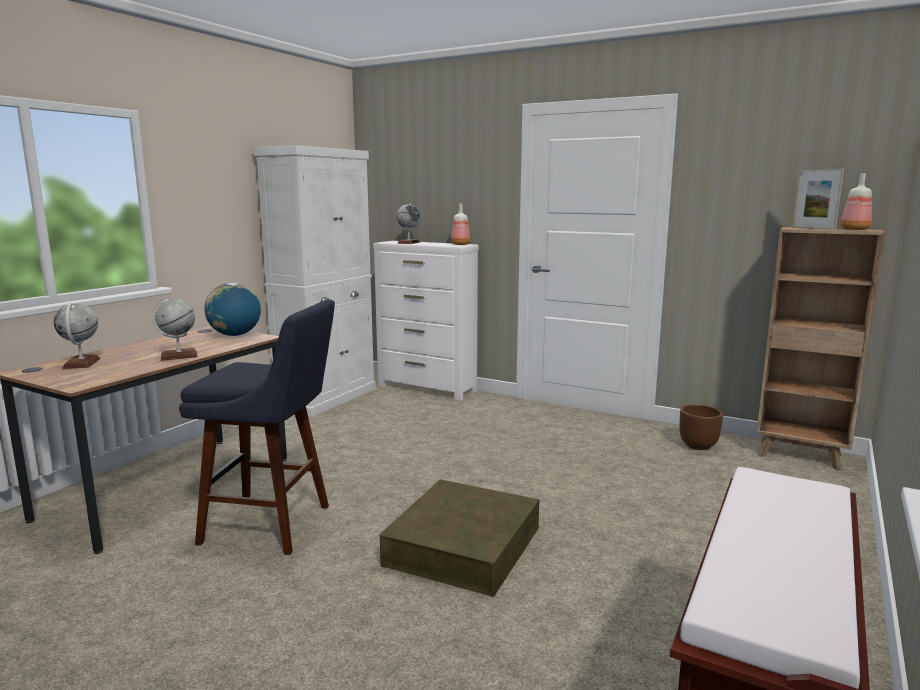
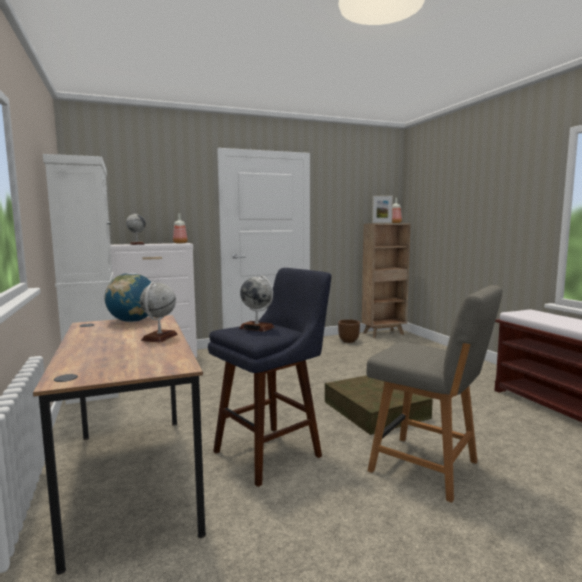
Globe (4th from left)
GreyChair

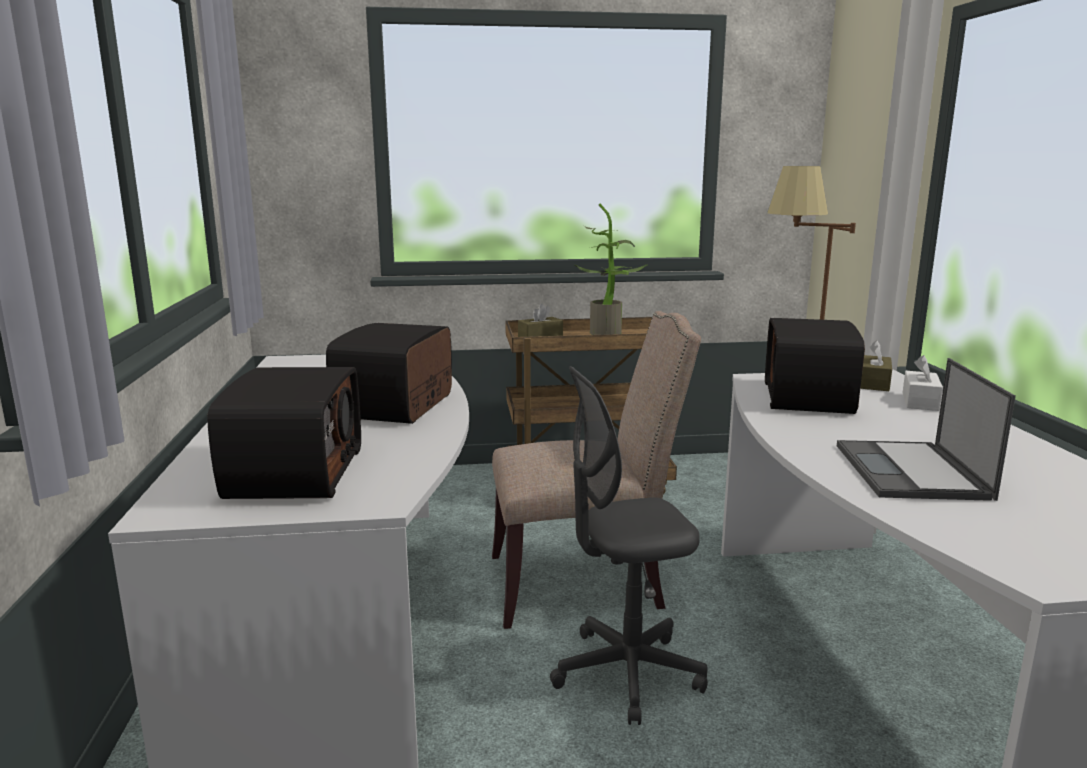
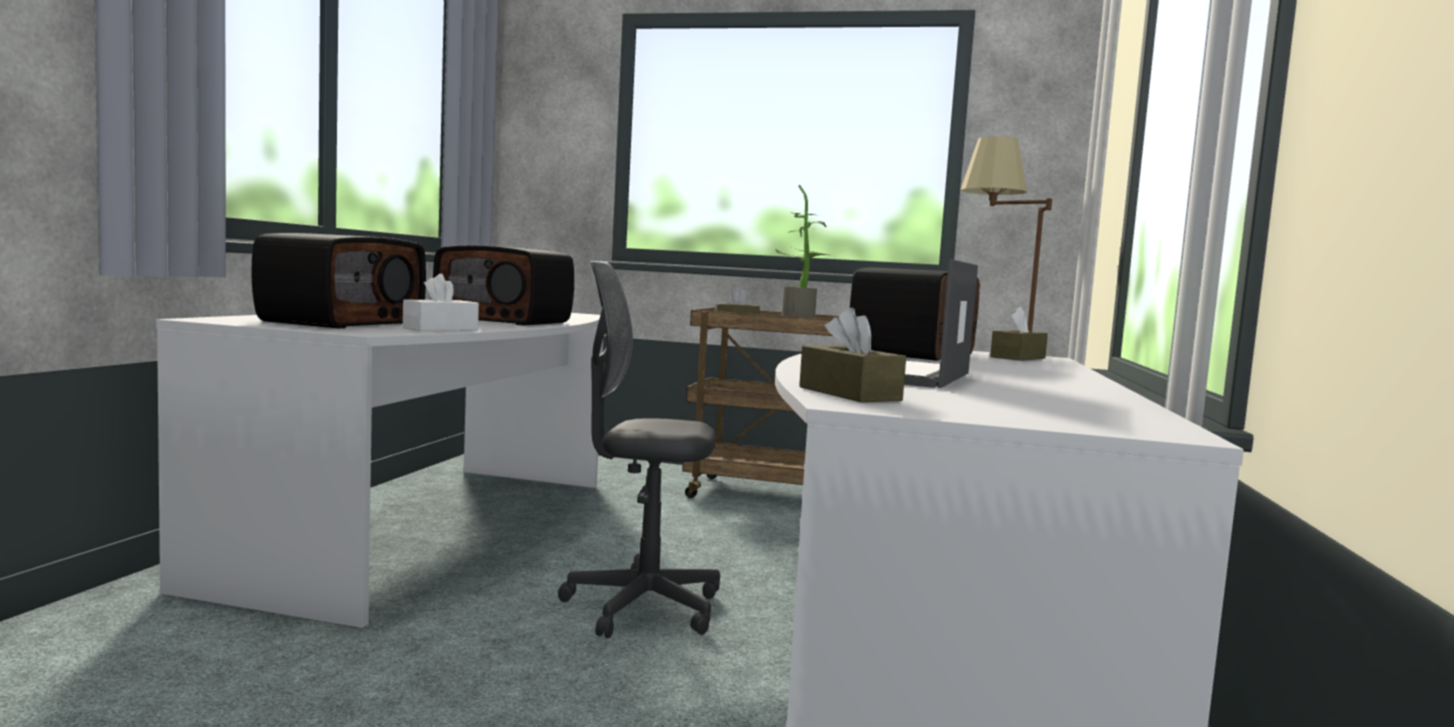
Radio (2nd from left)
BeigeChair
WhiteTissueBox
BrownTissueBox (2nd from left)

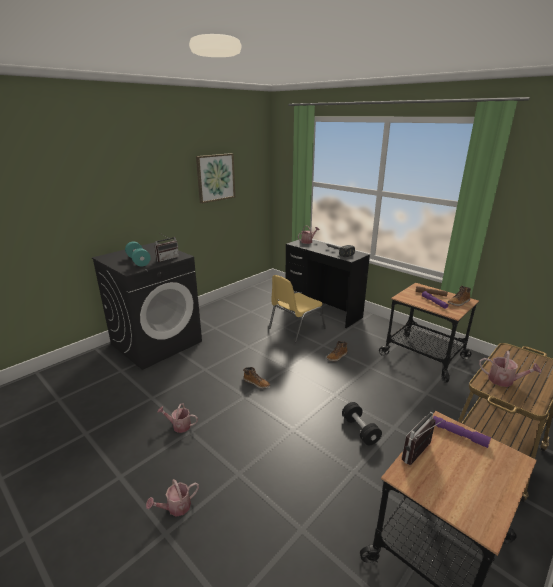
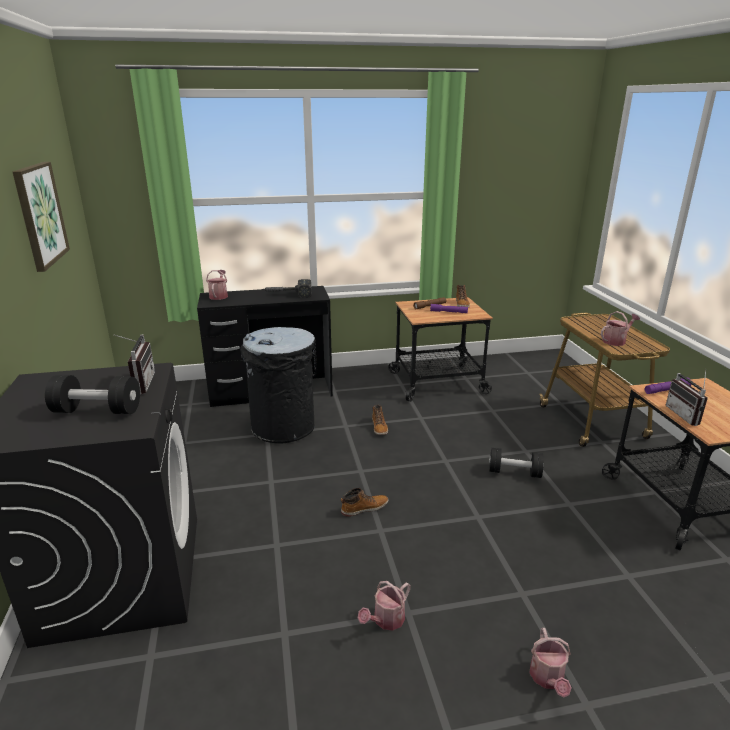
BlackDumbbell (1st from left)
BlackTrashCan

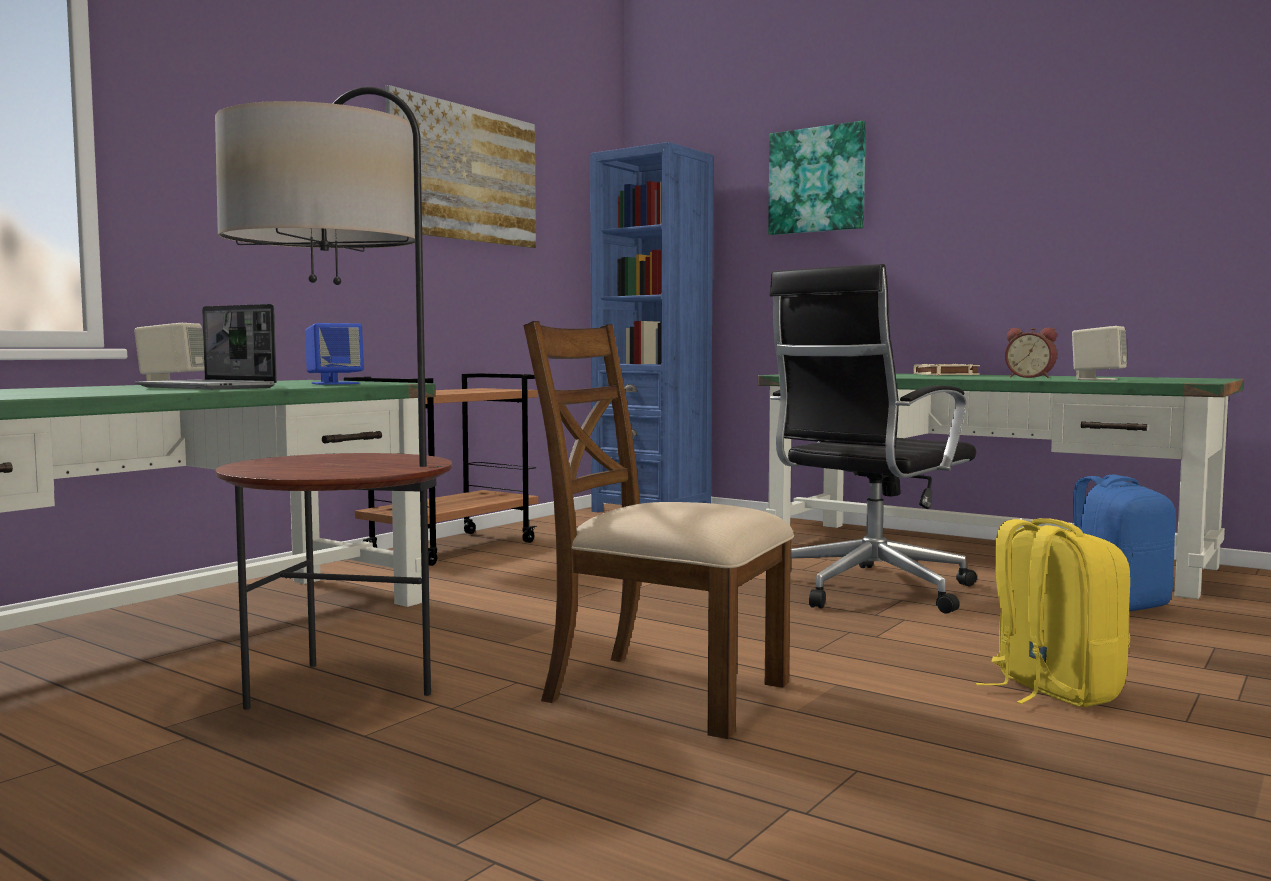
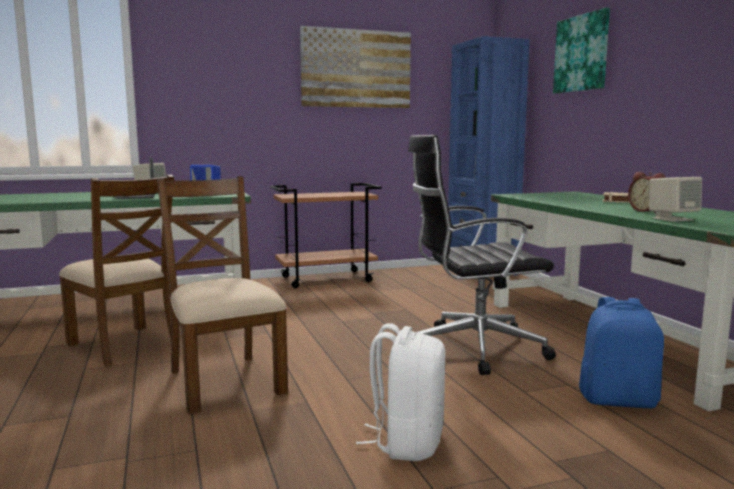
BrownChair (1st from left)
WhiteBackpack

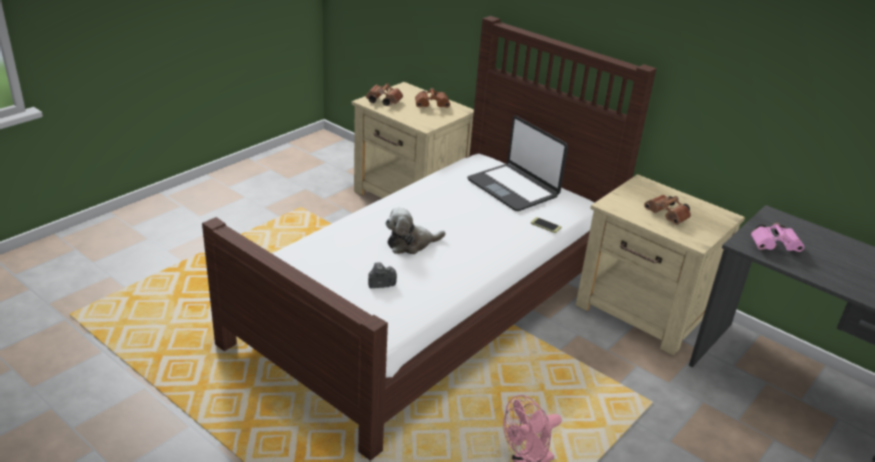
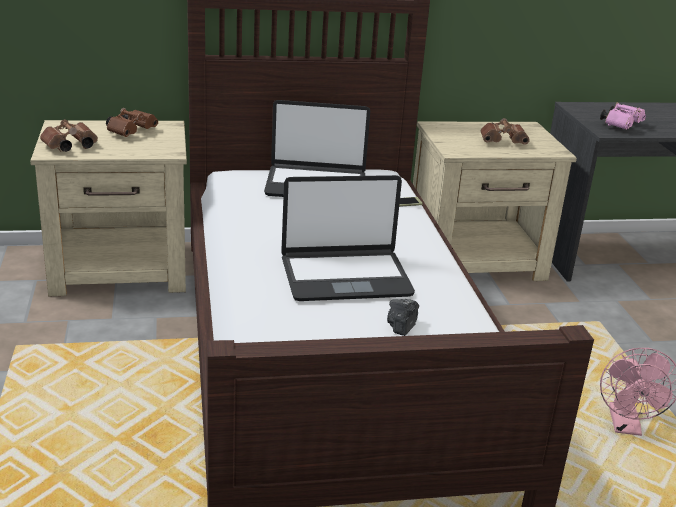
Laptop (2nd from left)

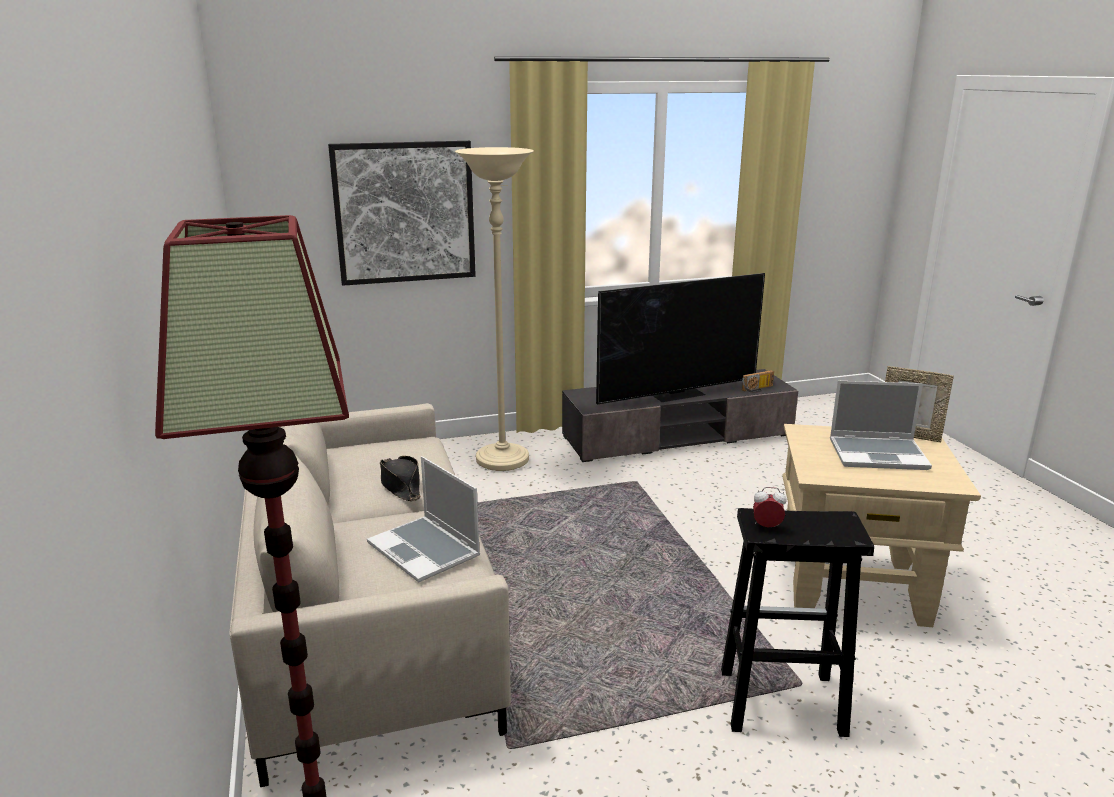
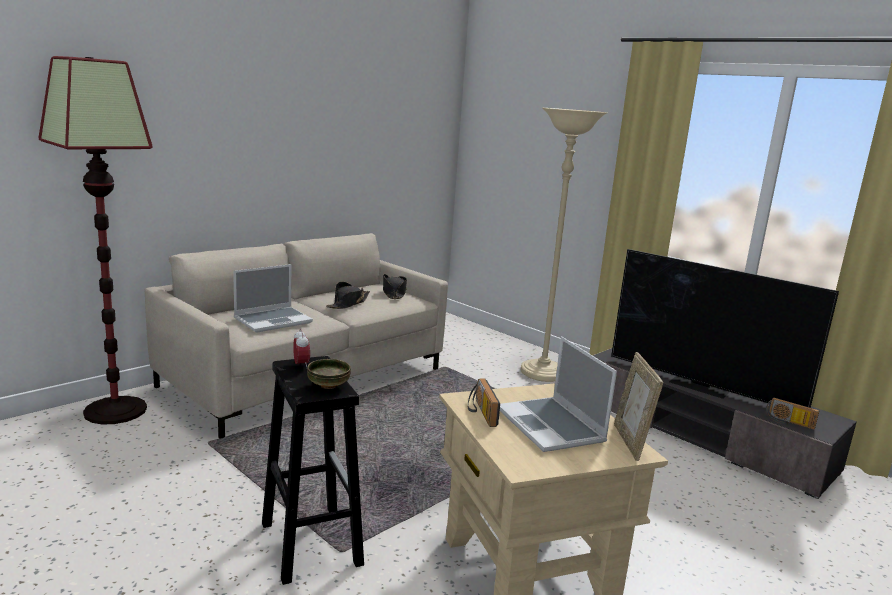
Picture
Laptop (1st from left)
Bowl
BlackHat (2nd from left)
Radio (1st from left)

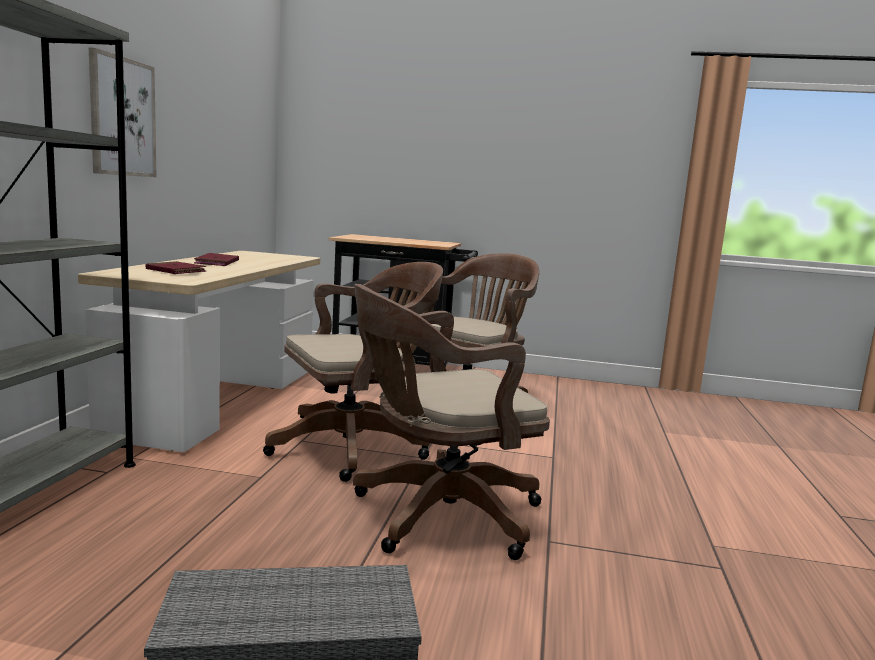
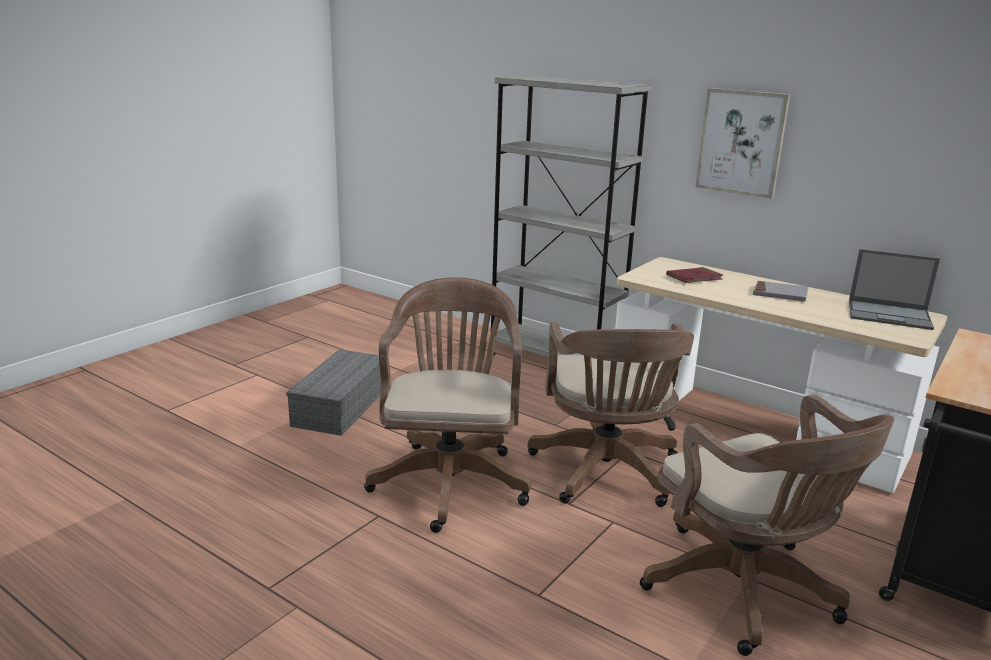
GreyBook
Laptop

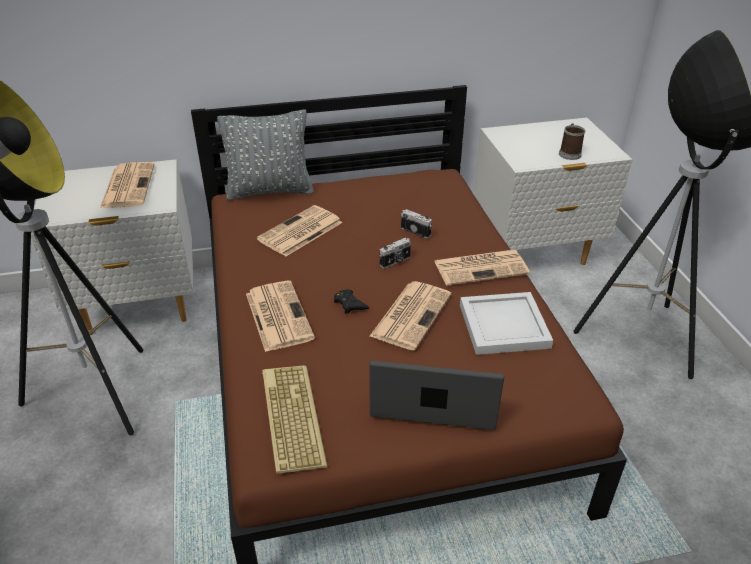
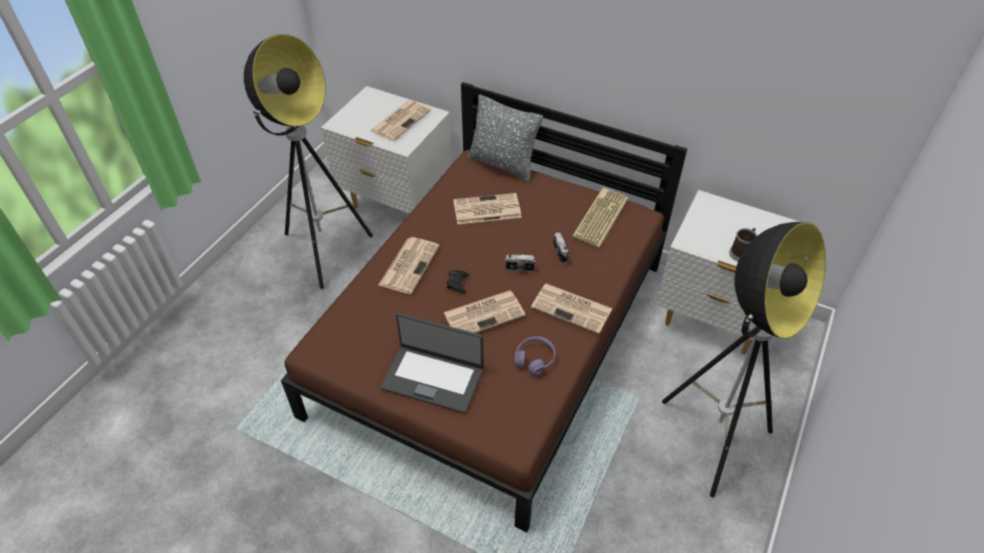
Keyboard
Laptop
PurpleHeadphones

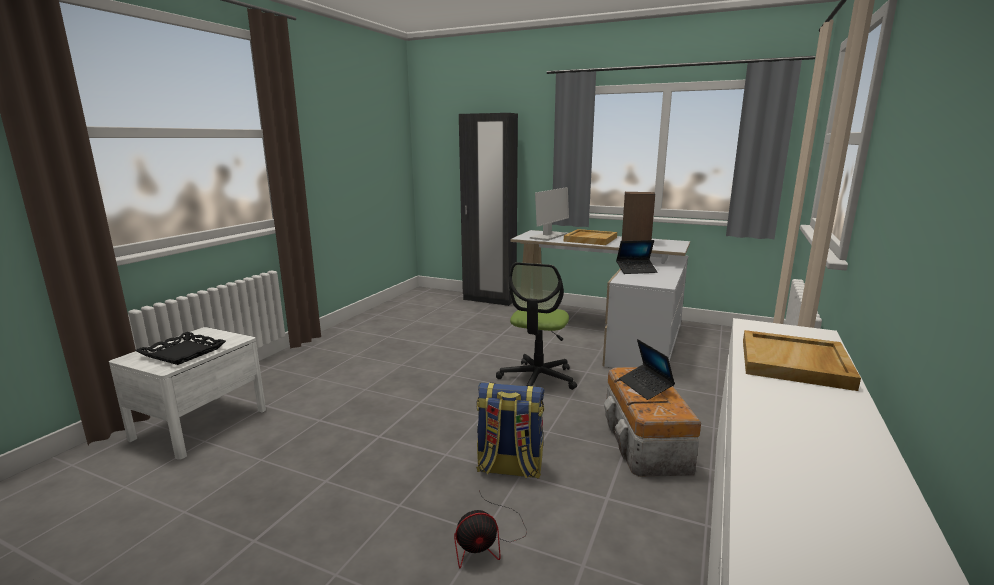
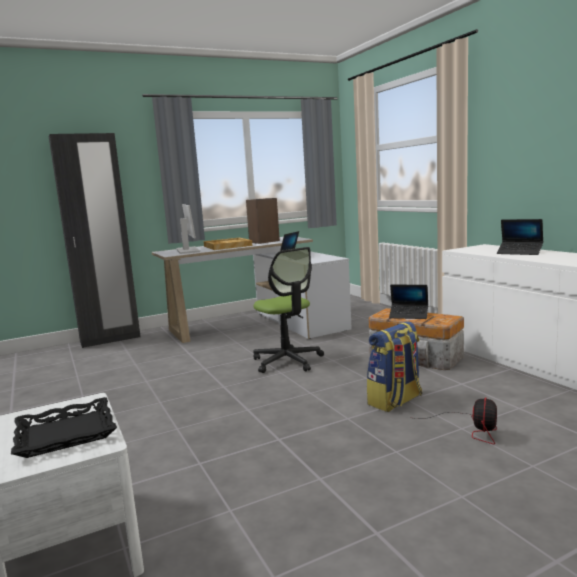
Laptop (3rd from left)

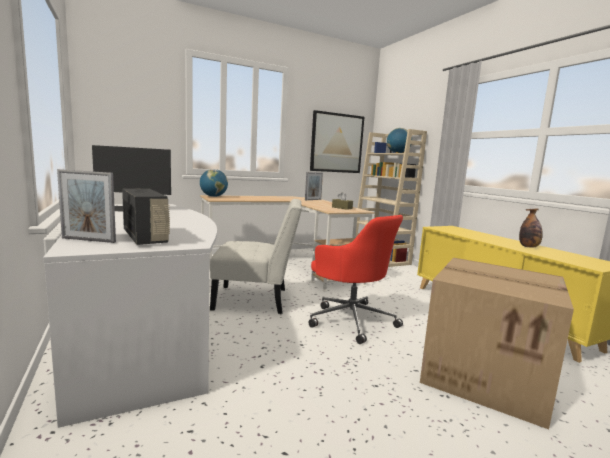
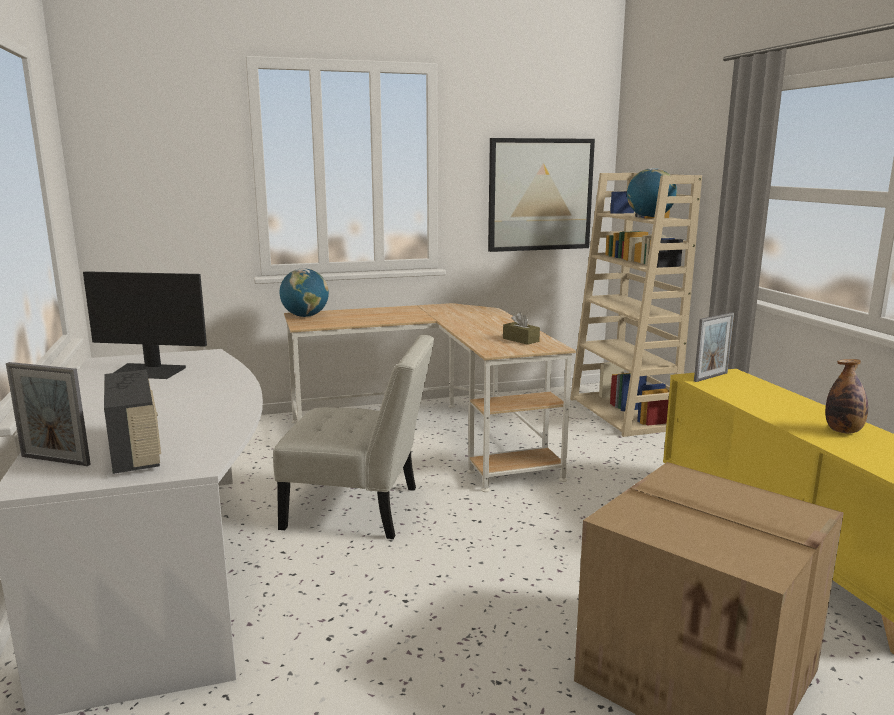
PictureFrame (2nd from left)
RedOfficeChair

